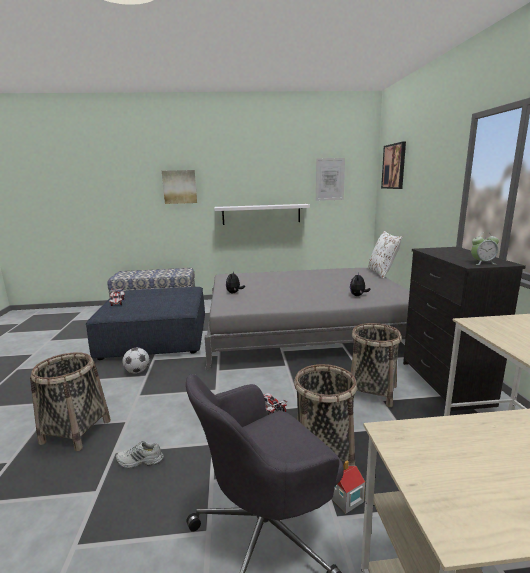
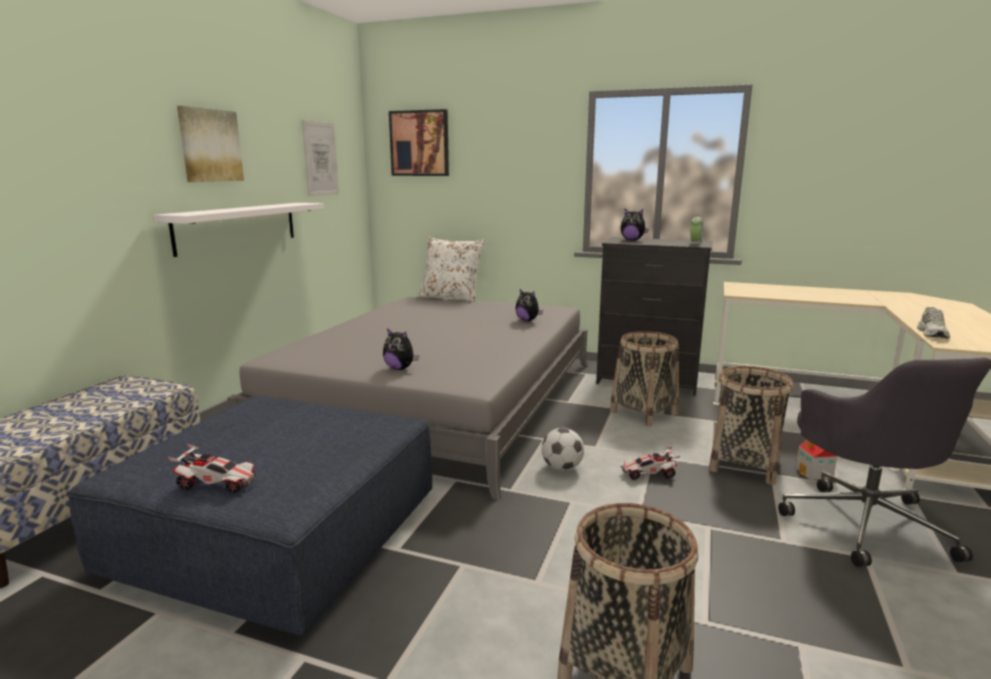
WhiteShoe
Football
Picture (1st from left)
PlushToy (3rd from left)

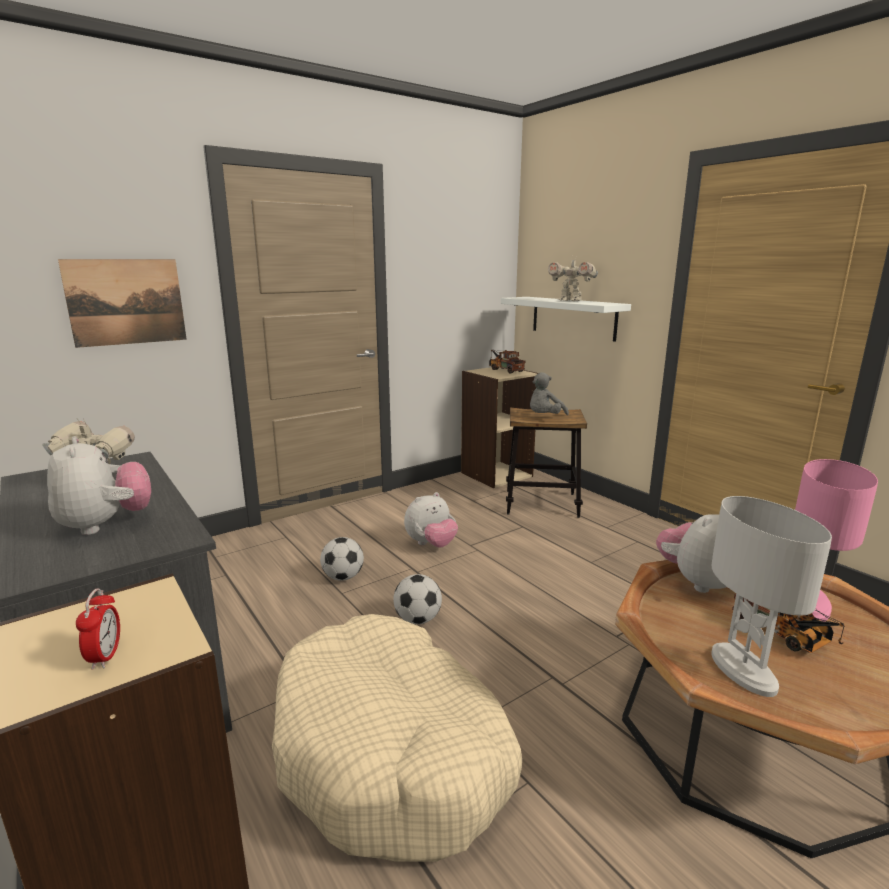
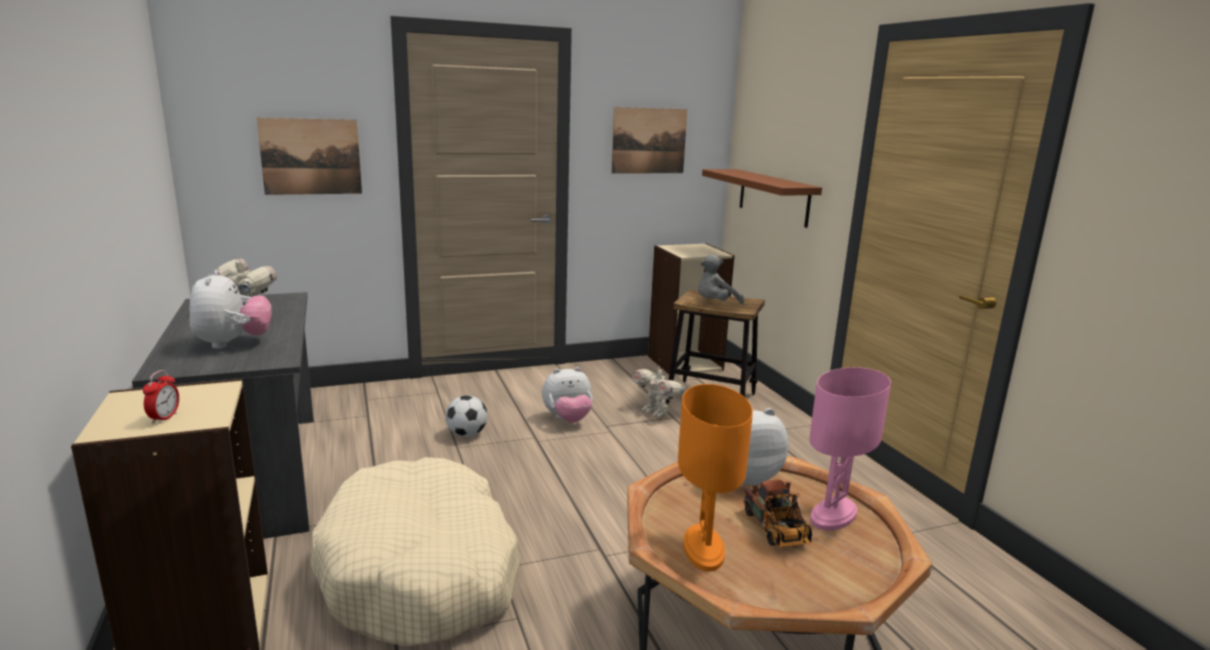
Football (2nd from left in the first image)
ToyTruck (1st from left in the first image)
BrownShelf
ToyRobot (2nd from left)
OrangeTableLamp
Picture (2nd from left)

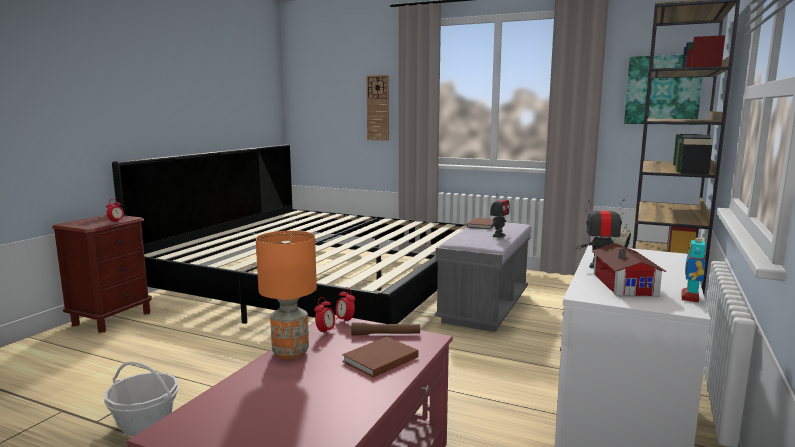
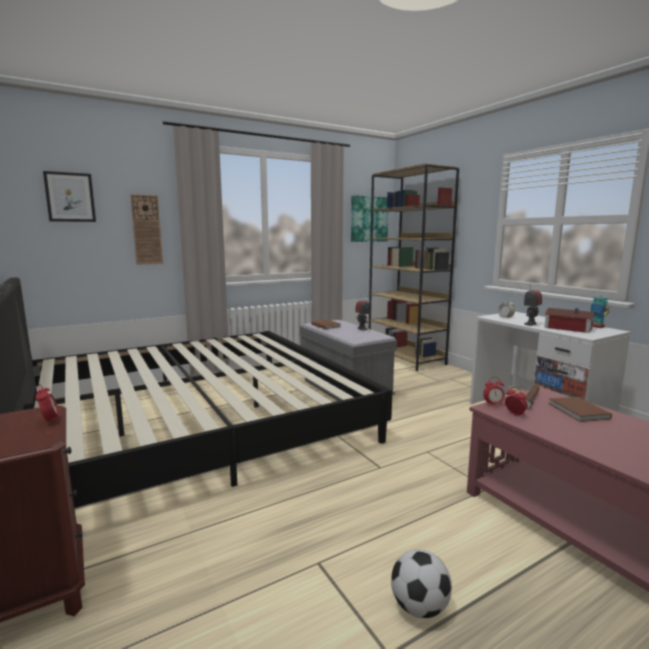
Football
OrangeTableLamp
Picture (1st from left)

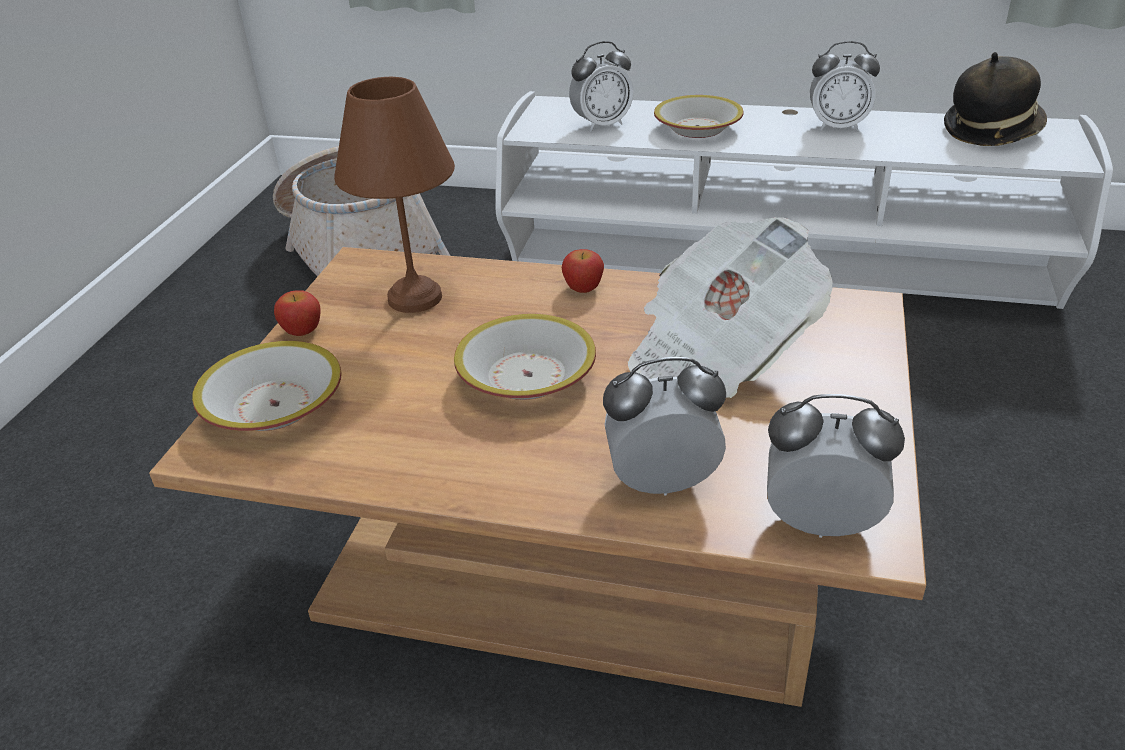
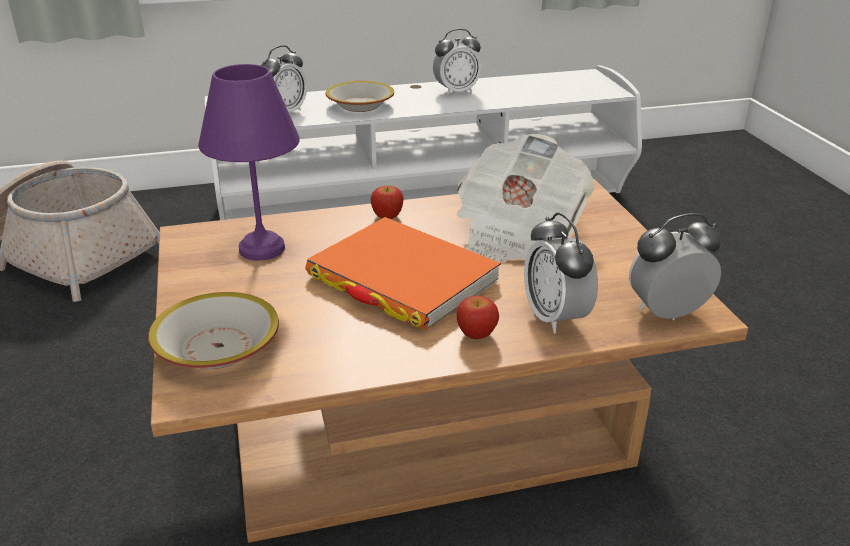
Apple (2nd from left)
PurpleTableLamp
OrangeBook
AlarmClock (3rd from left)
Hat

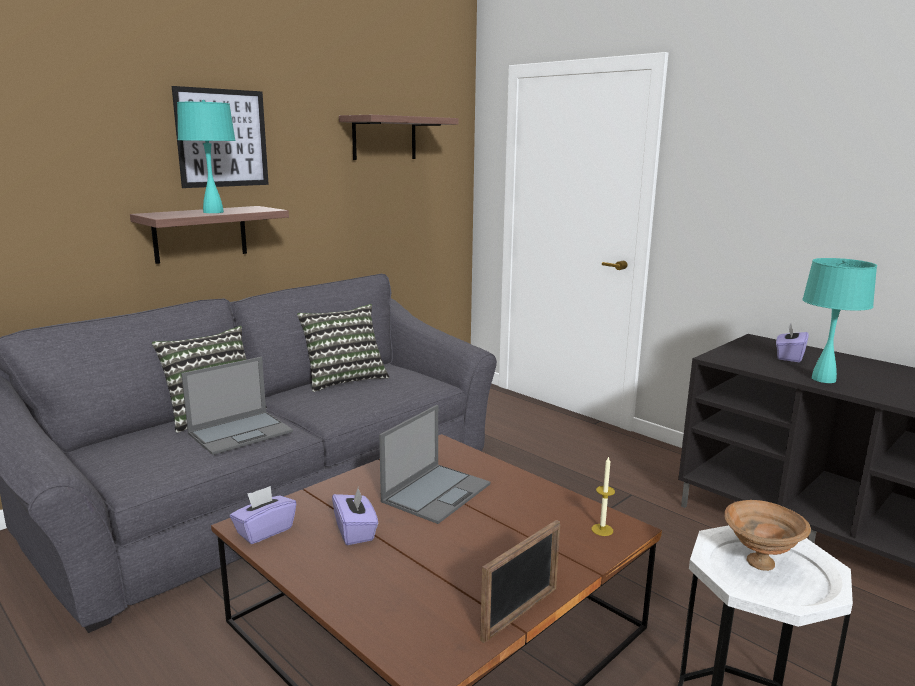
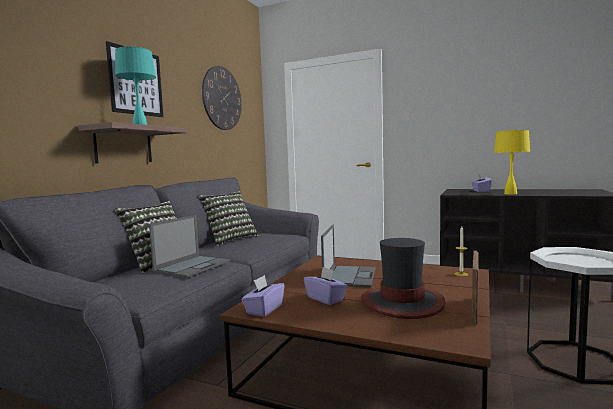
WallClock
BrownBowl
YellowTableLamp
Hat

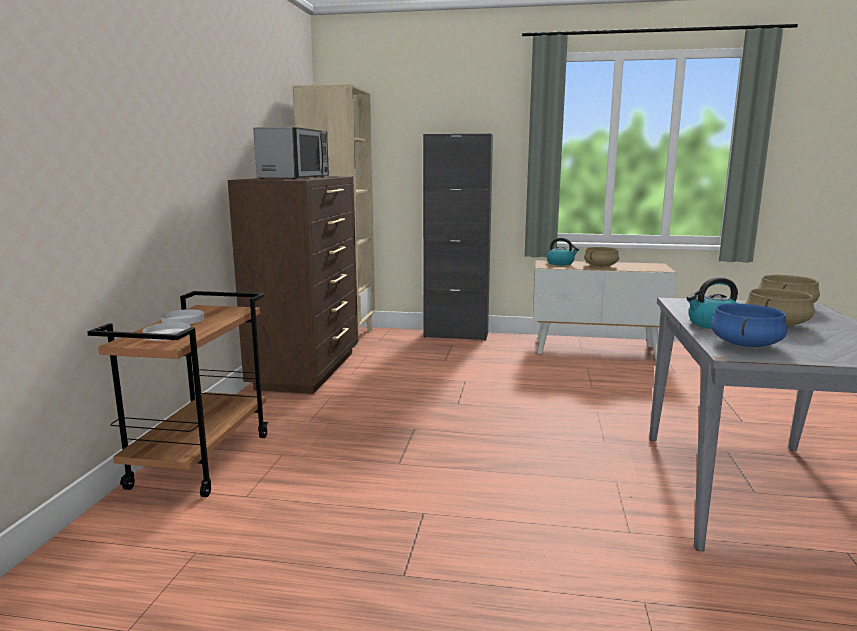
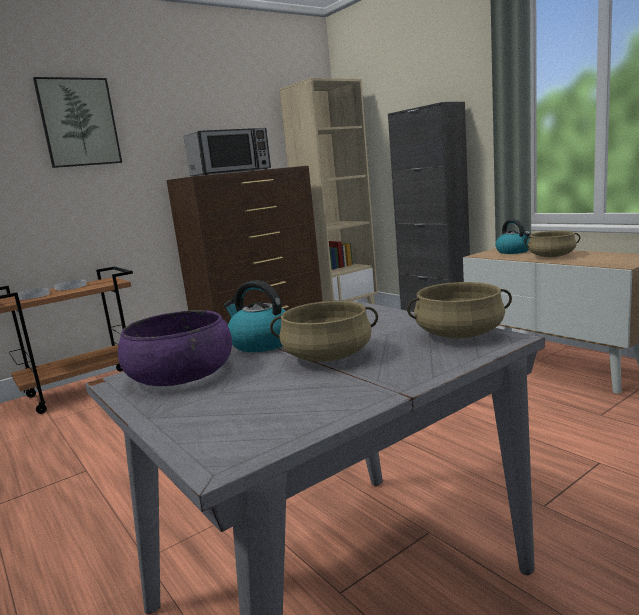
PurpleBowl
Picture

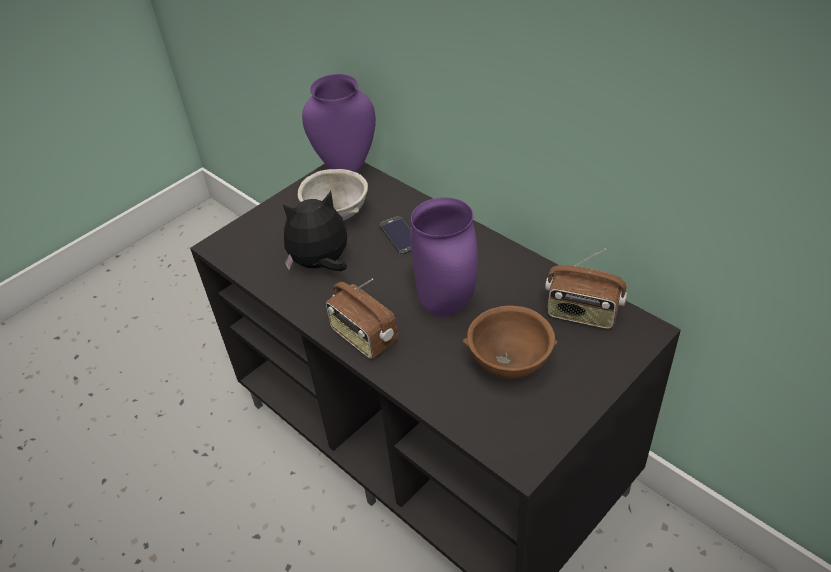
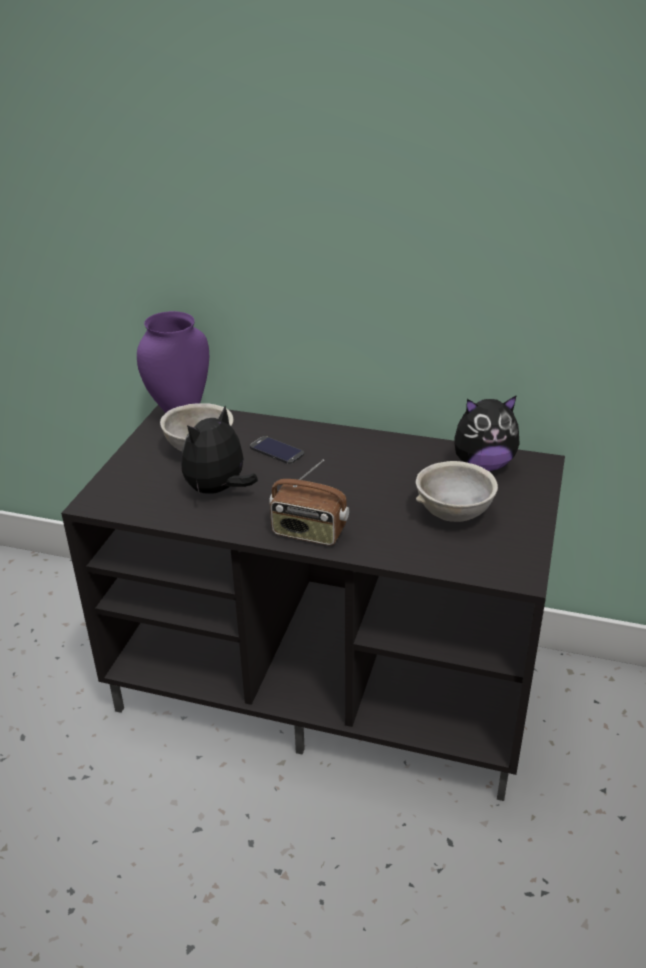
PurpleVase (2nd from left in the first image)
GreyBowl (2nd from left)
PlushToy (2nd from left)

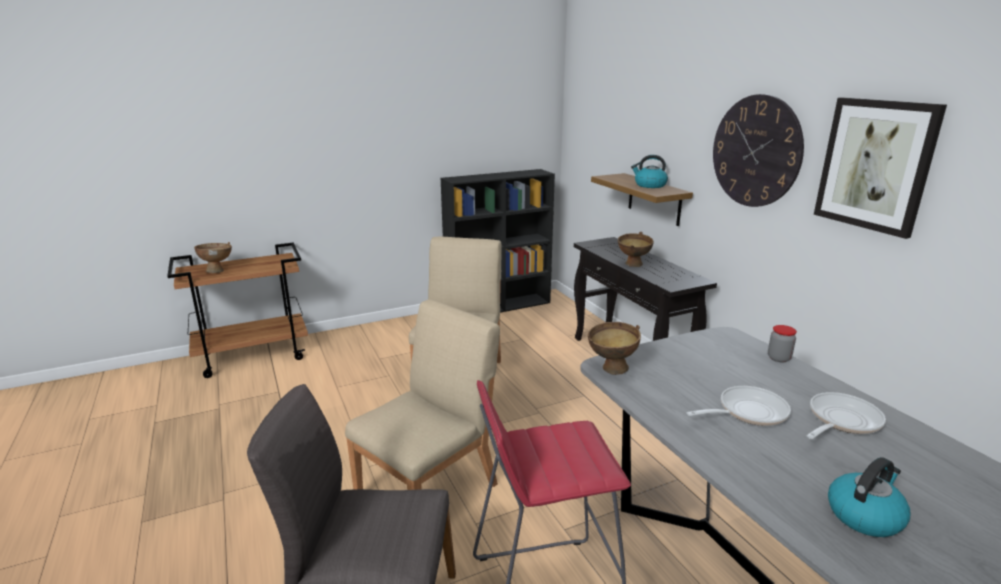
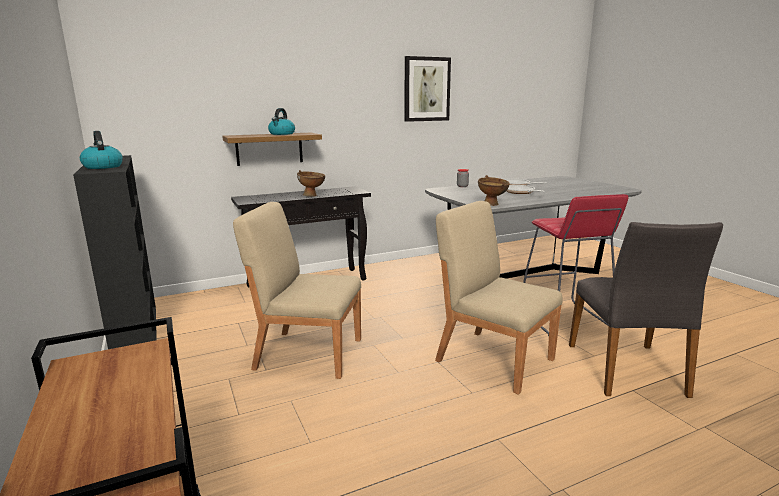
BrownBowl (1st from left in the first image)
WallClock
Kettle (1st from left)

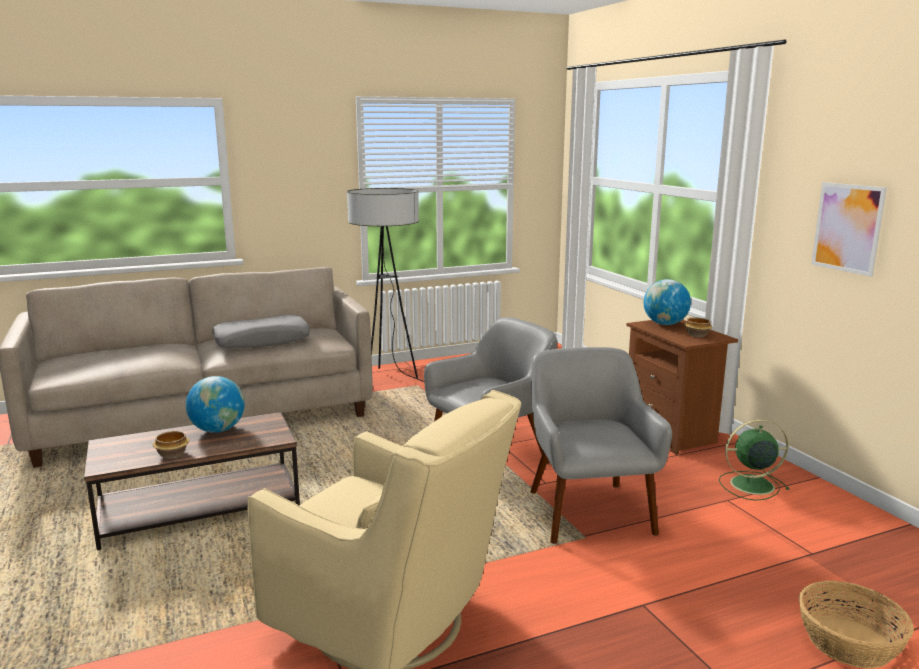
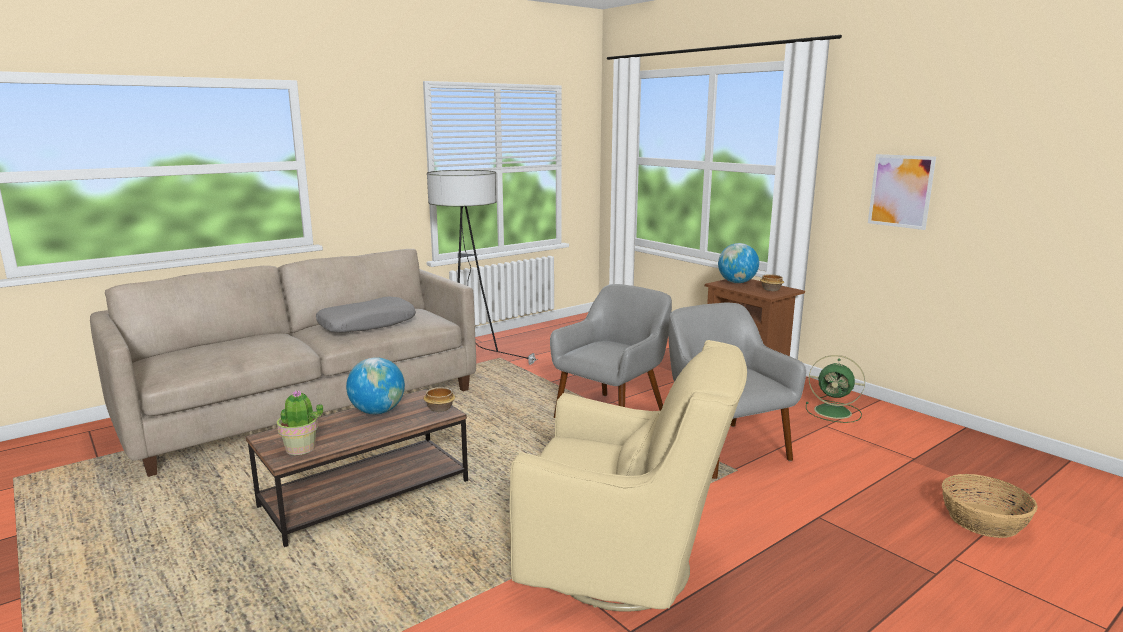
Bowl (1st from left)
GreenFan
PottedPlant

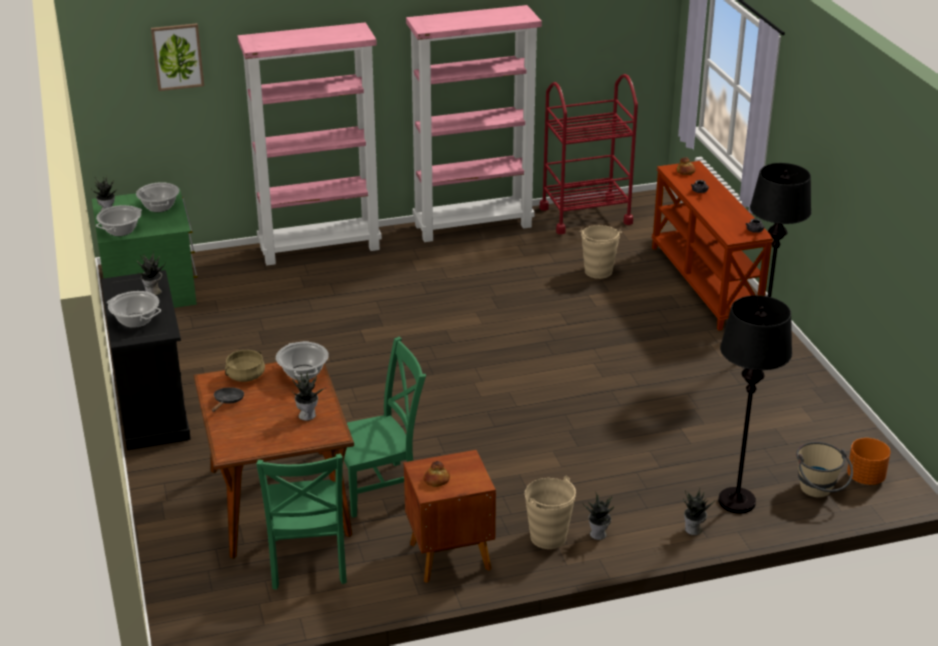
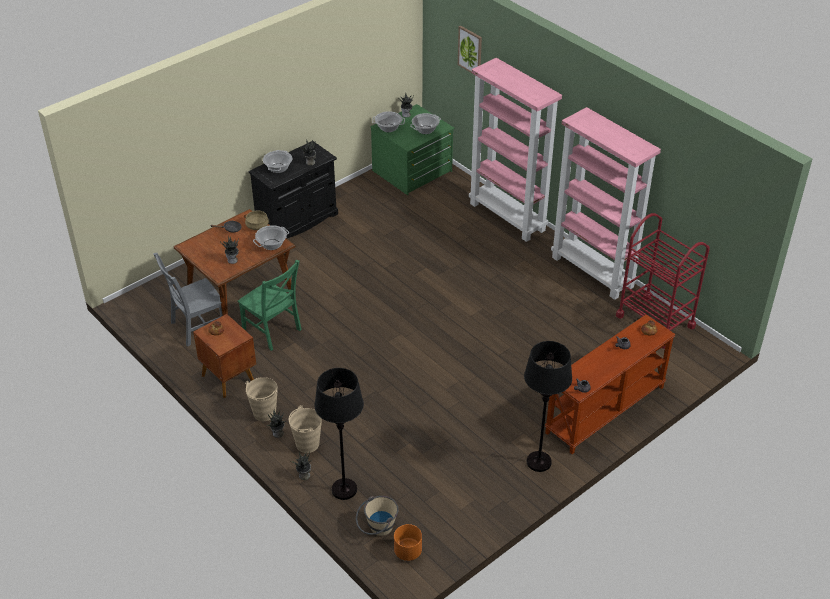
GreyChair
BeigeBucket (2nd from left)

